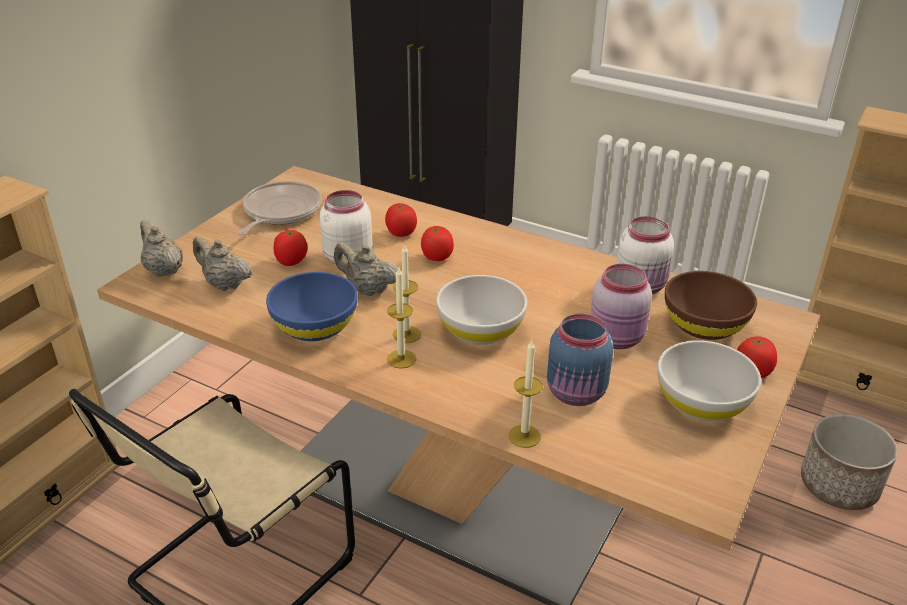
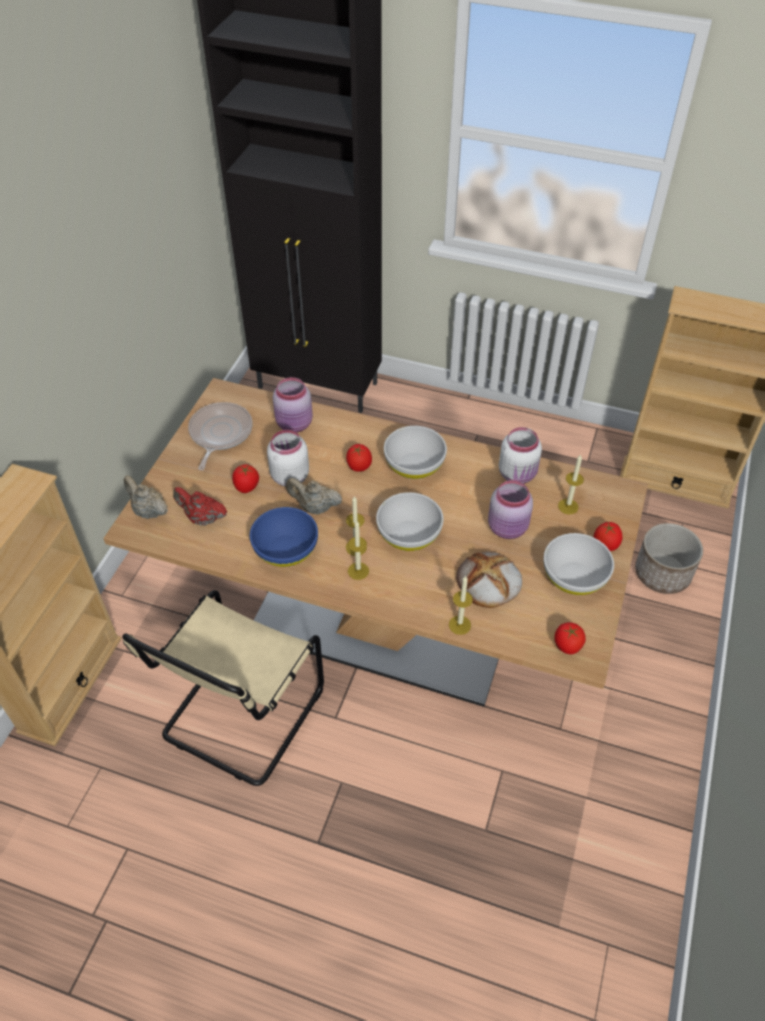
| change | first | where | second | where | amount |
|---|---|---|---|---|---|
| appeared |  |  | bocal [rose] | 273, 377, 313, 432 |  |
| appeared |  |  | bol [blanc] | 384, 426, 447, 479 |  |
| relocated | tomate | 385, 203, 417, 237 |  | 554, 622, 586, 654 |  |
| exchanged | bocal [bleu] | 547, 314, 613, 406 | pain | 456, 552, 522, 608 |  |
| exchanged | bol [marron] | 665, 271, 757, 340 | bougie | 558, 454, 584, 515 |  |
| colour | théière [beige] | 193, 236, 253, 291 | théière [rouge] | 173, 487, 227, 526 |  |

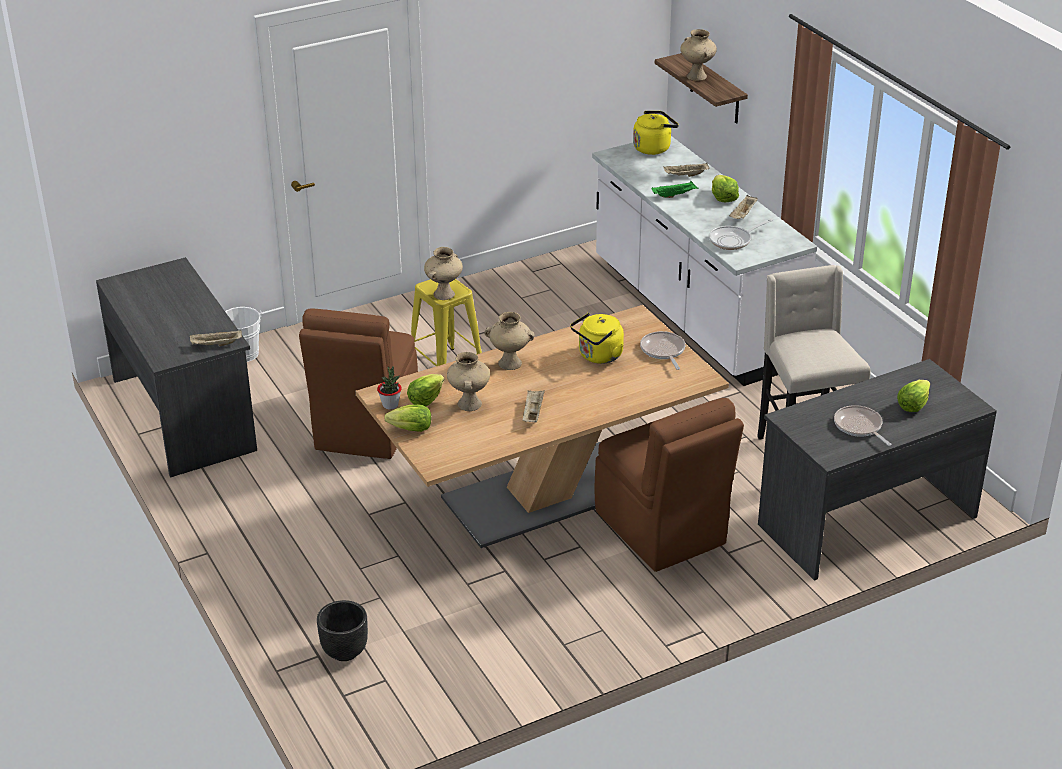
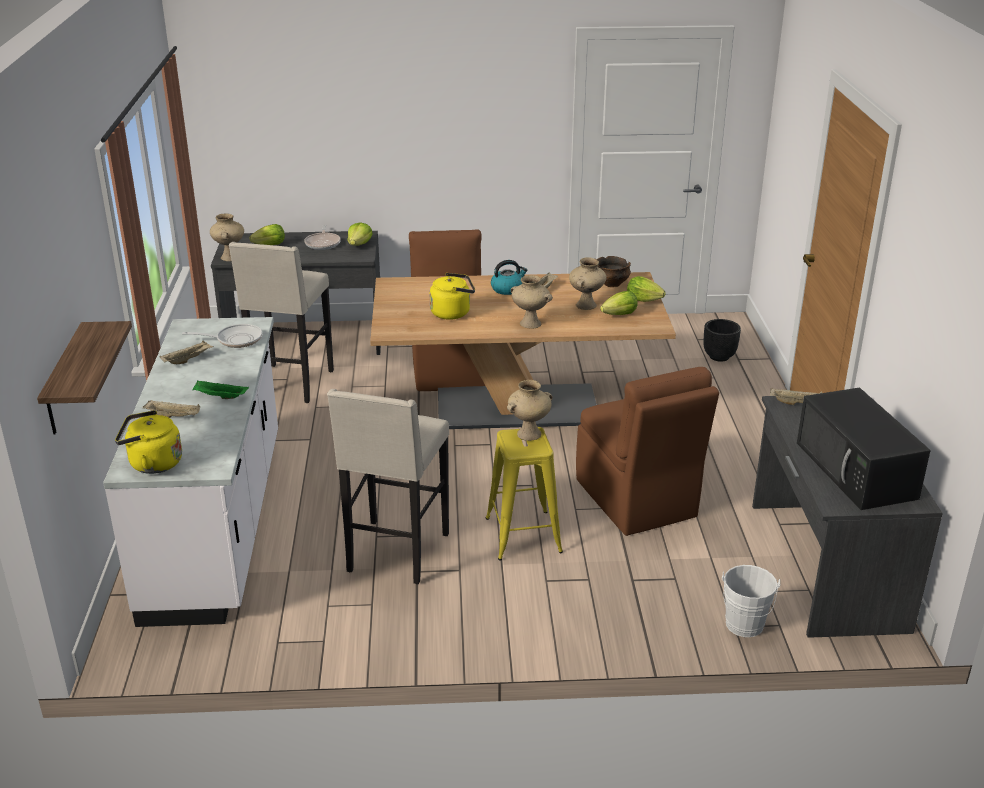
| change | first | where | second | where | amount |
|---|---|---|---|---|---|
| missing | plante en pot | 377, 366, 402, 410 |  |  |  |
| missing | poêle | 640, 331, 685, 370 |  |  |  |
| appeared |  |  | tabouret [beige] | 327, 389, 449, 584 |  |
| appeared |  |  | bouilloire | 491, 260, 527, 295 |  |
| appeared |  |  | bol | 597, 256, 631, 287 |  |
| appeared |  |  | micro-ondes [noir] | 797, 388, 931, 510 |  |
| relocated | vase [beige] | 680, 29, 717, 81 |  | 210, 214, 244, 261 |  |
| relocated | laitue | 712, 175, 739, 202 |  | 347, 222, 373, 245 |  |
| spun | chaise [marron] | 299, 308, 418, 459 |  | 576, 367, 719, 536 | 120 degrees clockwise |

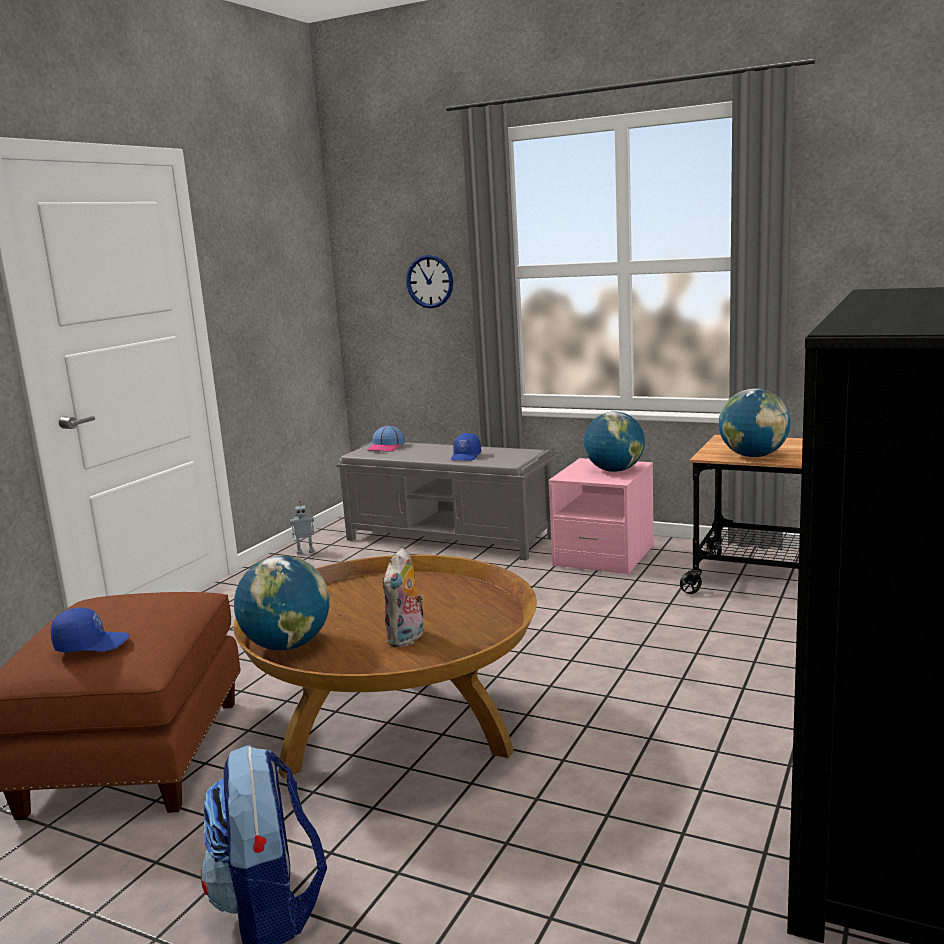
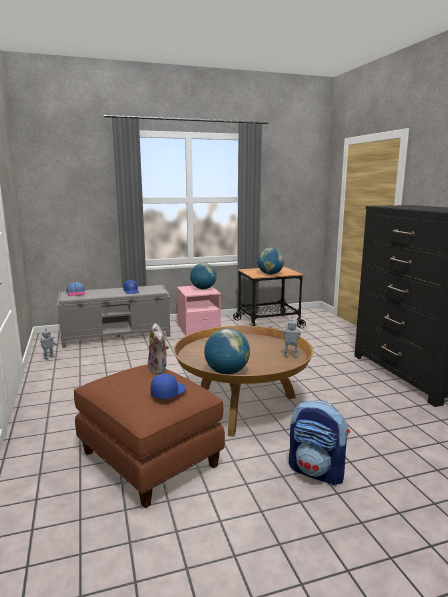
| change | first | where | second | where | amount |
|---|---|---|---|---|---|
| missing | horloge murale | 406, 255, 453, 308 |  |  |  |
| appeared |  |  | robot jouet | 283, 317, 301, 358 |  |
| relocated | peluche | 383, 548, 424, 647 |  | 148, 323, 169, 374 |  |

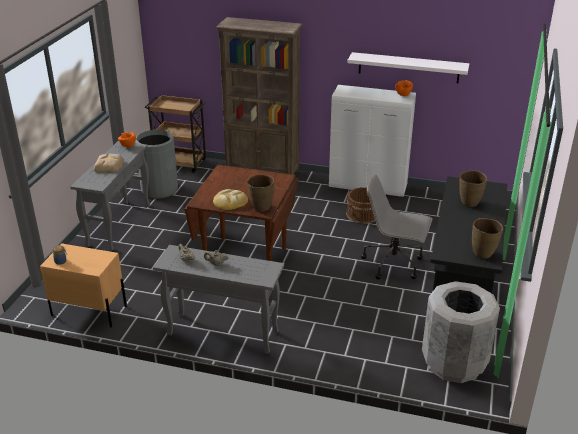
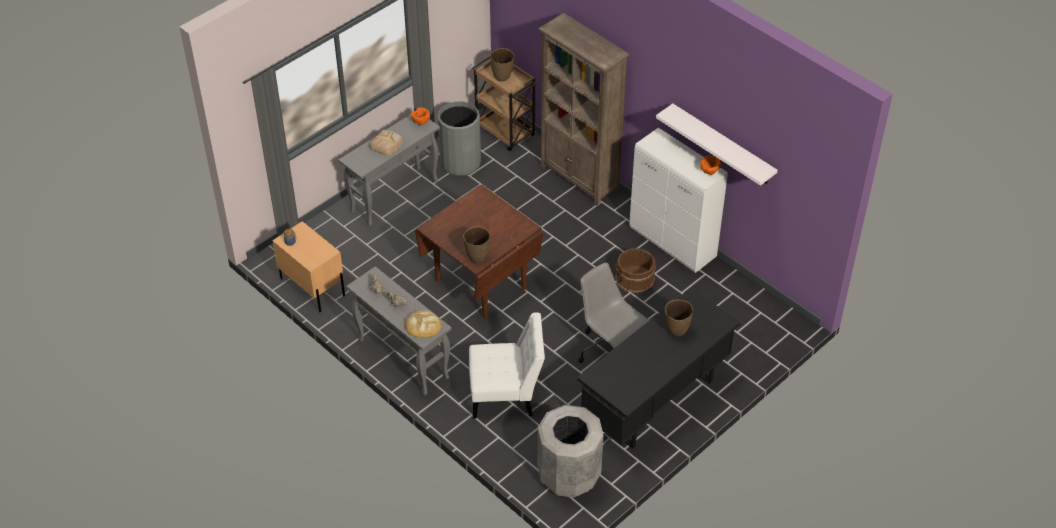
| change | first | where | second | where | amount |
|---|---|---|---|---|---|
| appeared |  |  | chaise [blanc] | 469, 312, 545, 419 |  |
| relocated | pain | 213, 189, 248, 210 |  | 405, 310, 442, 337 |  |
| relocated | vase [marron] | 472, 218, 503, 259 |  | 490, 48, 514, 81 |  |

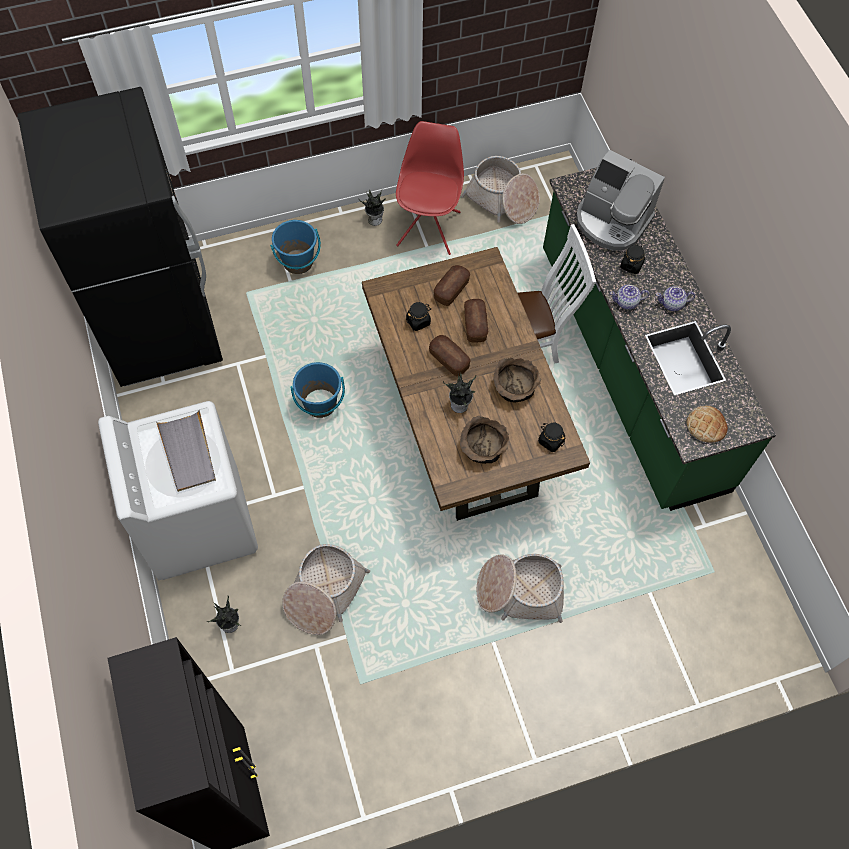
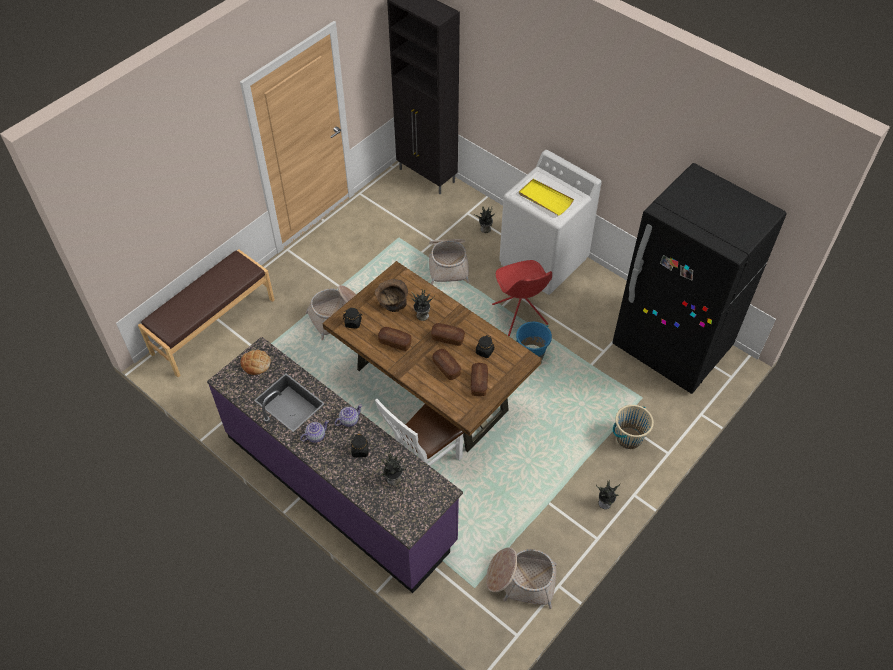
| change | first | where | second | where | amount |
|---|---|---|---|---|---|
| appeared |  |  | banc [marron] | 138, 249, 275, 377 |  |
| relocated | chaise [rouge] | 396, 121, 464, 255 |  | 492, 260, 552, 336 |  |
| exchanged | bol [marron] | 493, 358, 541, 402 | pain | 378, 327, 411, 351 |  |
| exchanged | machine à café | 576, 150, 665, 251 | plante en pot | 379, 450, 407, 486 |  |
| colour | plateau [gris] | 156, 410, 216, 492 | plateau [jaune] | 519, 179, 574, 216 |  |
| colour | seau [bleu] | 270, 220, 321, 274 | seau [beige] | 613, 405, 654, 449 |  |
| colour | comptoir de cuisine [vert] | 543, 159, 776, 511 | comptoir de cuisine [violet] | 207, 337, 463, 593 |  |

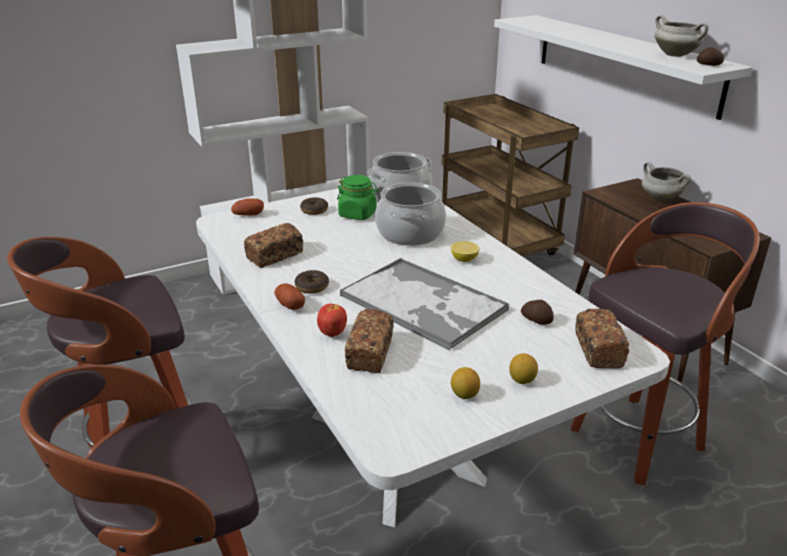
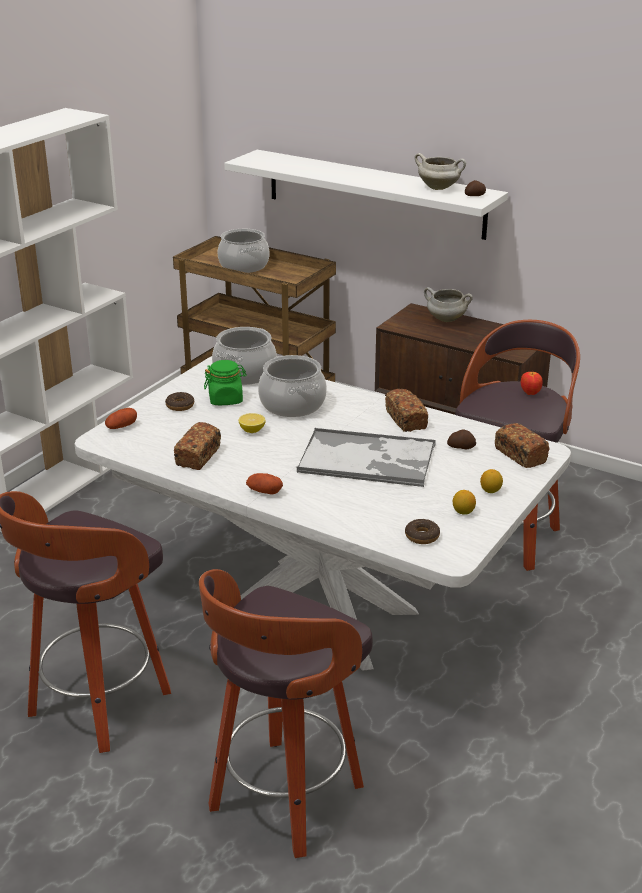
| change | first | where | second | where | amount |
|---|---|---|---|---|---|
| appeared |  |  | marmite | 217, 229, 270, 273 |  |
| relocated | beignet | 295, 270, 329, 294 |  | 405, 519, 440, 544 |  |
| relocated | pomme | 317, 304, 347, 337 |  | 521, 371, 543, 395 |  |
| relocated | pain | 345, 309, 394, 373 |  | 385, 389, 428, 432 |  |
| relocated | citron | 451, 241, 479, 262 |  | 239, 413, 266, 433 |  |

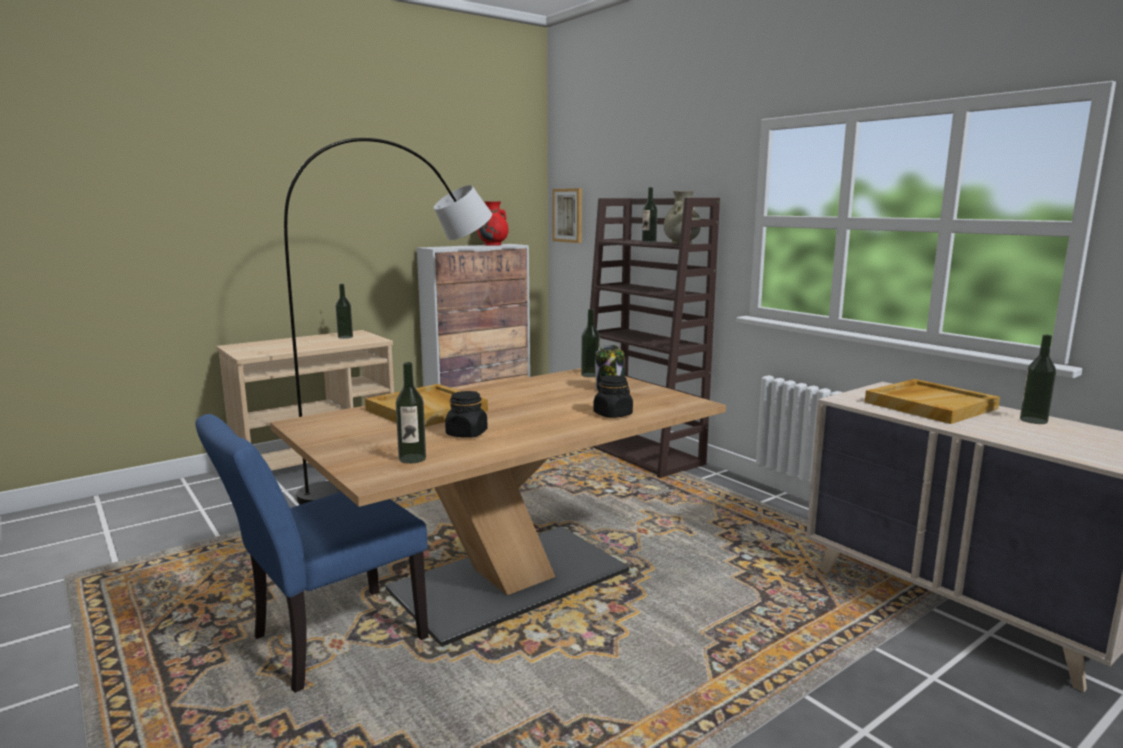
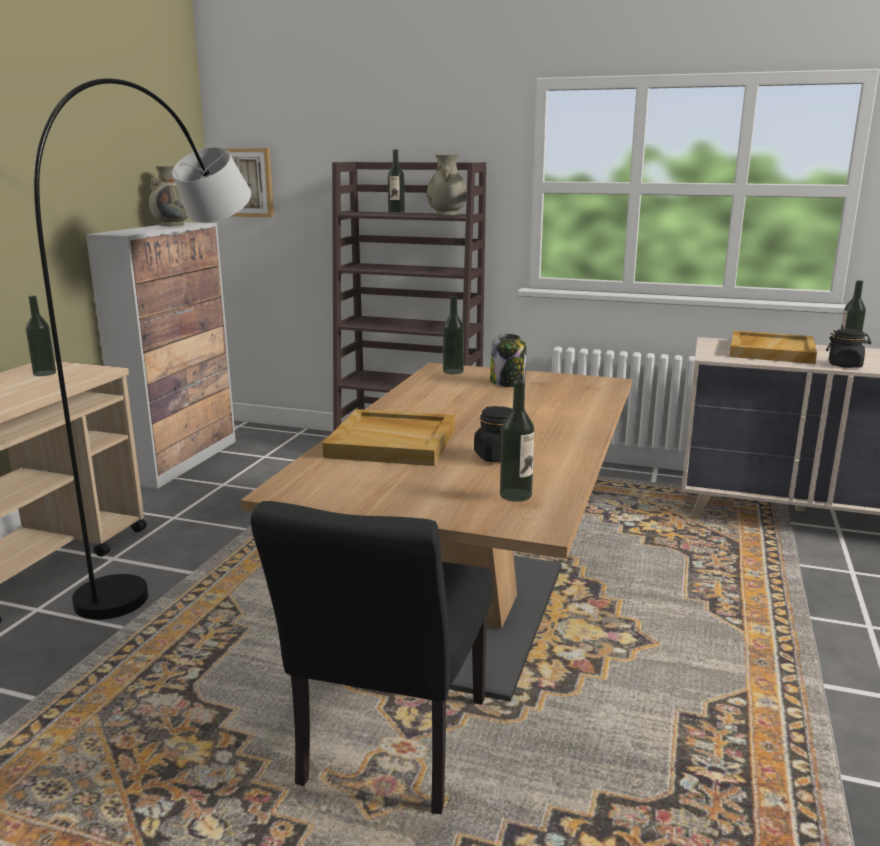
| change | first | where | second | where | amount |
|---|---|---|---|---|---|
| relocated | bocal [noir] | 594, 375, 633, 418 |  | 826, 329, 871, 368 |  |
| colour | chaise [bleu] | 195, 414, 429, 693 | chaise [noir] | 251, 501, 493, 814 |  |
| colour | vase [rouge] | 477, 201, 508, 246 | vase [beige] | 149, 166, 188, 226 |  |

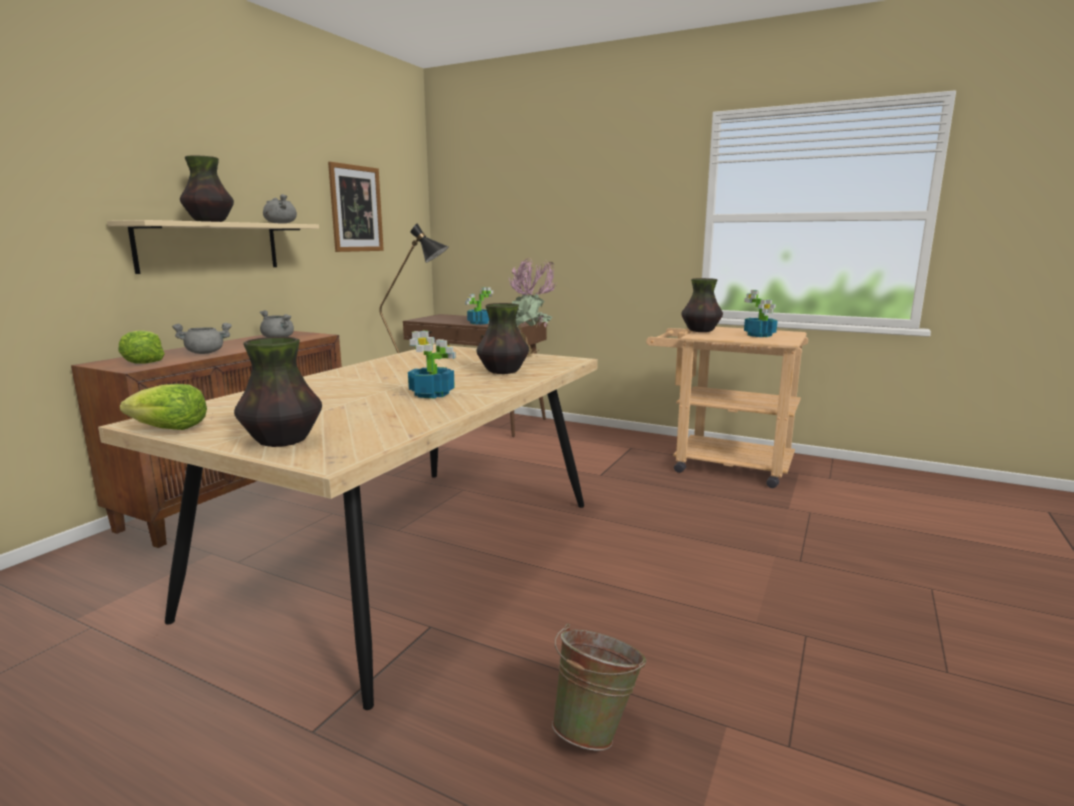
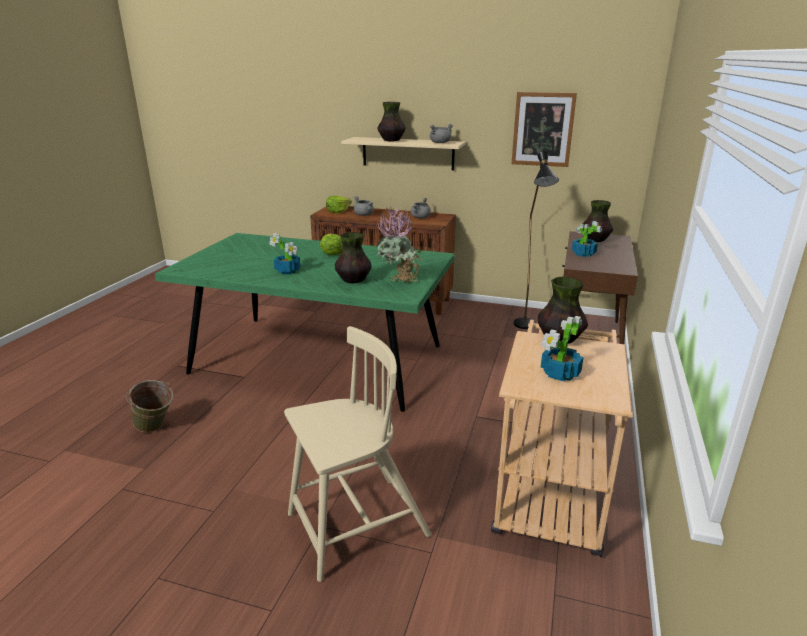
| change | first | where | second | where | amount |
|---|---|---|---|---|---|
| appeared |  |  | chaise [beige] | 284, 326, 431, 582 |  |
| relocated | laitue | 120, 384, 207, 430 |  | 320, 234, 343, 255 |  |
| relocated | vase | 234, 337, 322, 447 |  | 583, 200, 613, 242 |  |
| colour | table à manger [beige] | 98, 344, 598, 710 | table à manger [vert] | 155, 233, 455, 412 |  |

